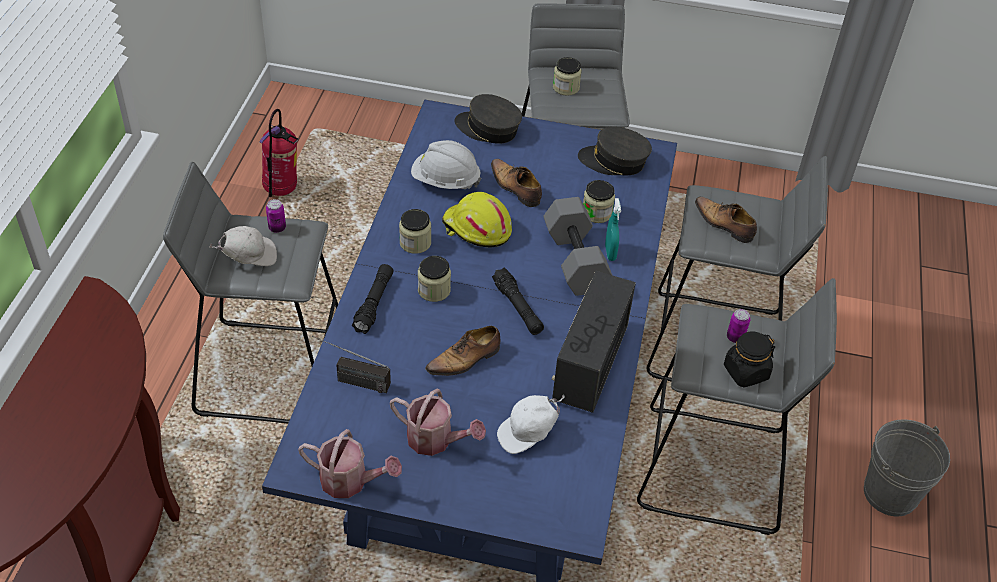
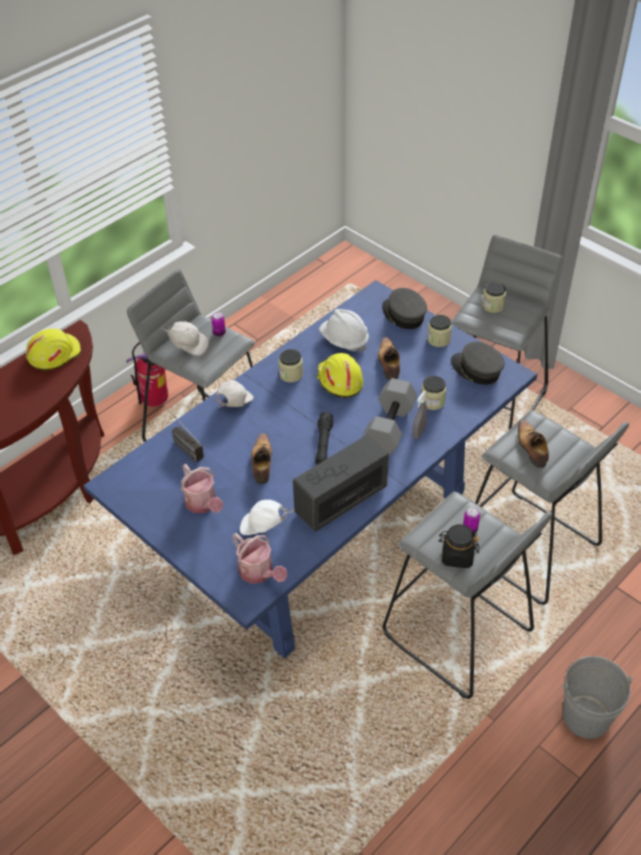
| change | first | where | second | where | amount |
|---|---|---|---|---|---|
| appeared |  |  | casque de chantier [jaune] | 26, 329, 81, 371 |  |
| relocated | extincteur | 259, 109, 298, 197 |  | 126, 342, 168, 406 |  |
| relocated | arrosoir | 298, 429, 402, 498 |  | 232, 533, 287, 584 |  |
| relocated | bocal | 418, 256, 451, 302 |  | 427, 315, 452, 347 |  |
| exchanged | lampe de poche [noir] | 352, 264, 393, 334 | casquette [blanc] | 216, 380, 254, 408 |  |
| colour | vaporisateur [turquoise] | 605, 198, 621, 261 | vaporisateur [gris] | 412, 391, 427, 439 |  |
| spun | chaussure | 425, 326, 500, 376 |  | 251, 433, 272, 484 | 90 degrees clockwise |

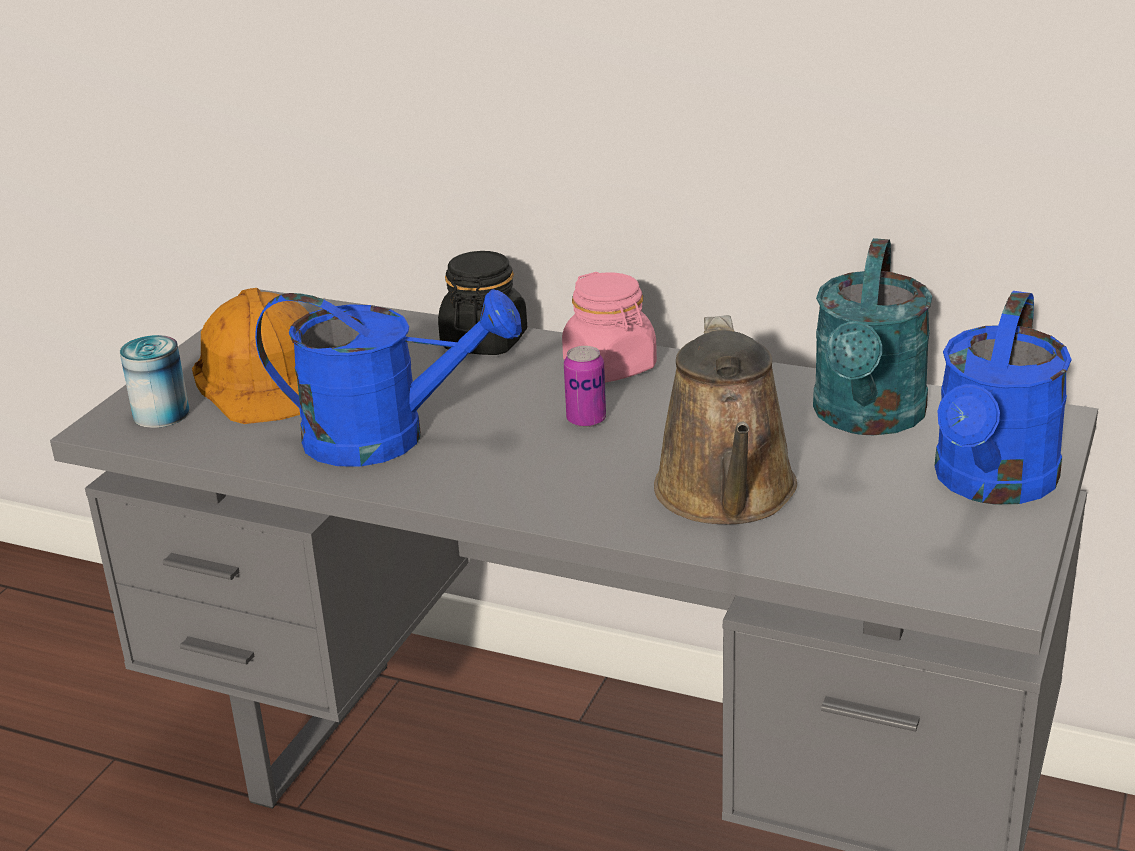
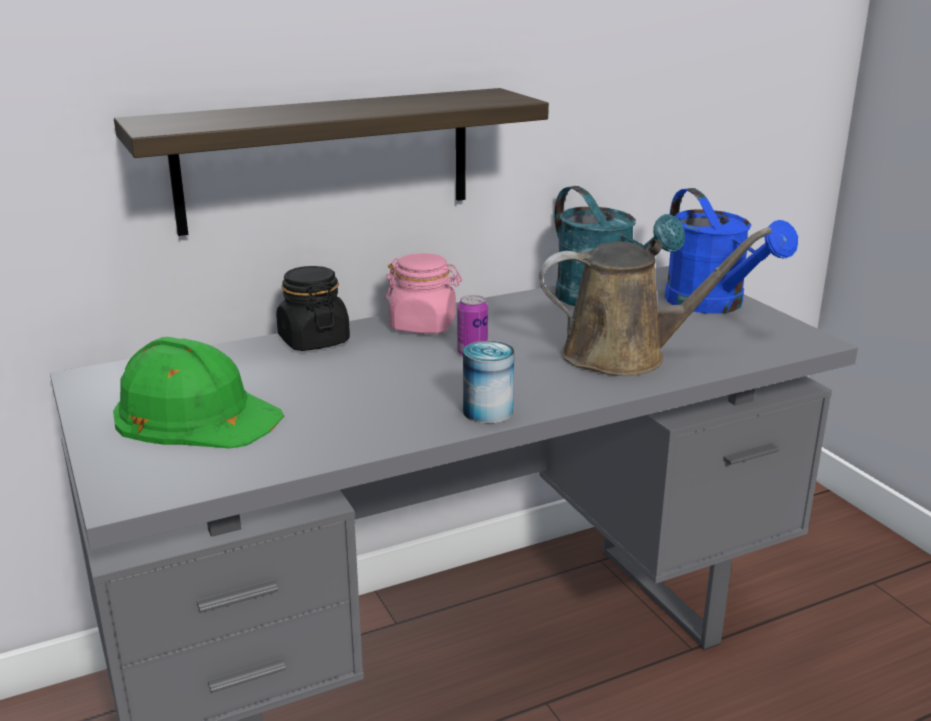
| change | first | where | second | where | amount |
|---|---|---|---|---|---|
| missing | arrosoir [bleu] | 255, 289, 522, 467 |  |  |  |
| appeared |  |  | étagère | 114, 88, 549, 236 |  |
| relocated | boîte métallique | 120, 335, 190, 428 |  | 463, 341, 514, 423 |  |
| colour | casque de chantier [orange] | 192, 288, 309, 424 | casque de chantier [vert] | 113, 337, 284, 449 |  |
| spun | arrosoir [marron] | 654, 315, 797, 524 |  | 539, 227, 772, 376 | 45 degrees counterclockwise |

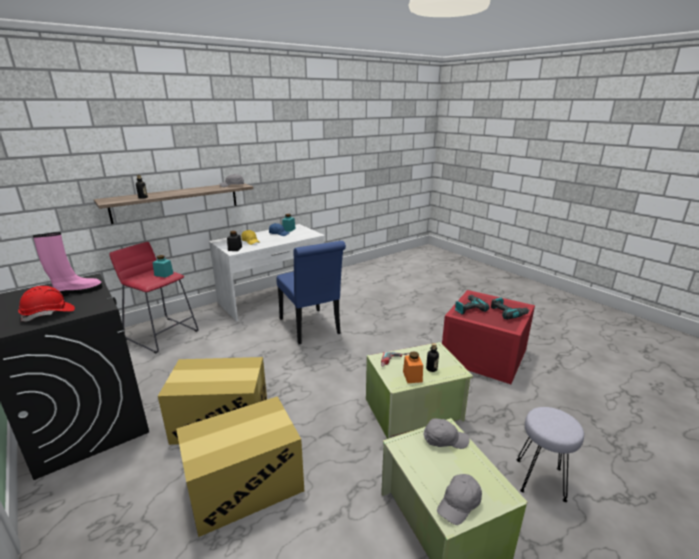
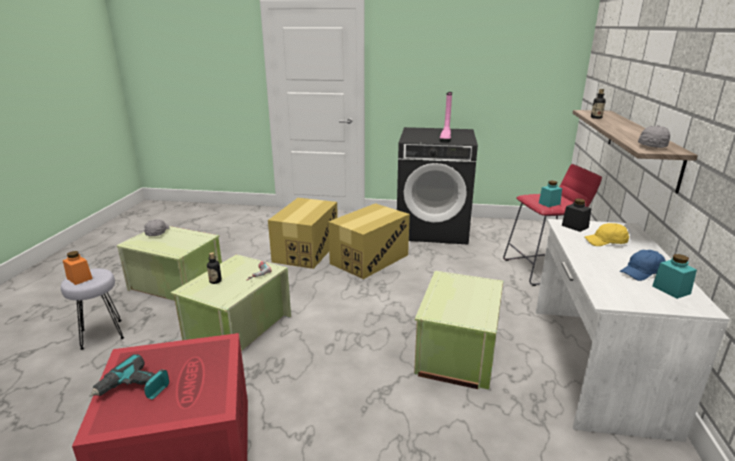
| change | first | where | second | where | amount |
|---|---|---|---|---|---|
| missing | casque de chantier [rouge] | 18, 286, 75, 321 |  |  |  |
| missing | casquette [gris] | 424, 418, 470, 449 |  |  |  |
| missing | perceuse | 455, 295, 489, 314 |  |  |  |
| relocated | bocal [orange] | 403, 351, 423, 383 |  | 63, 251, 93, 285 |  |
| exchanged | chaise [bleu] | 276, 241, 346, 344 | boîte de rangement [vert] | 414, 271, 503, 390 |  |

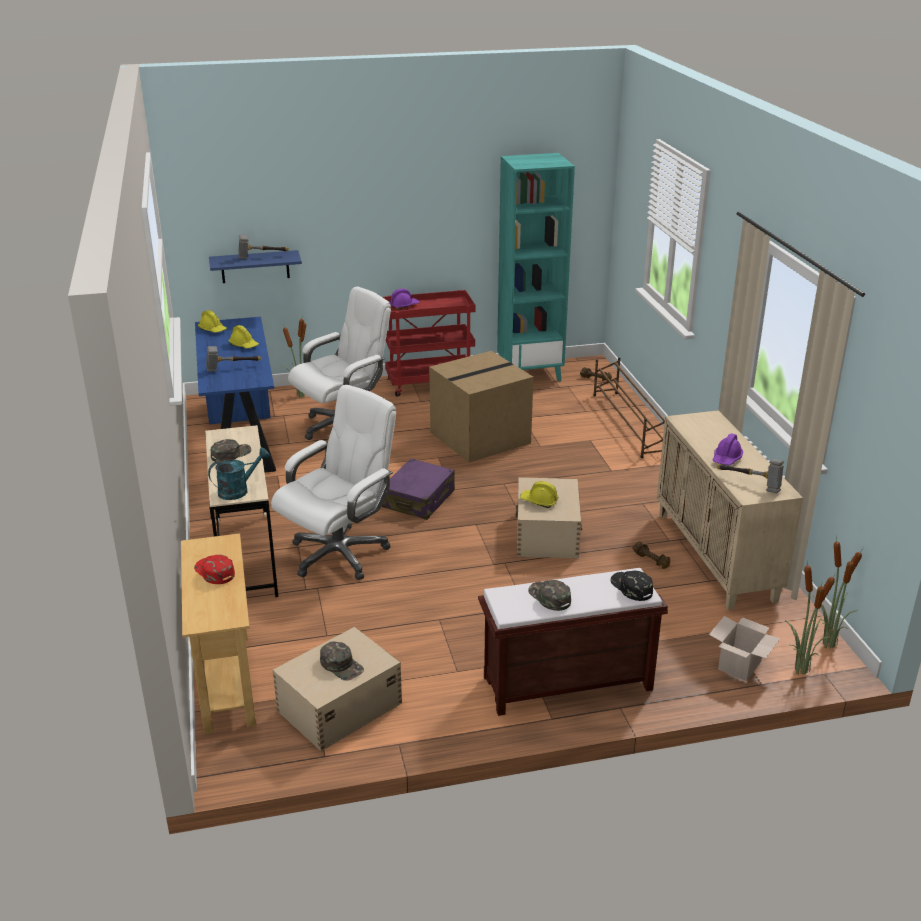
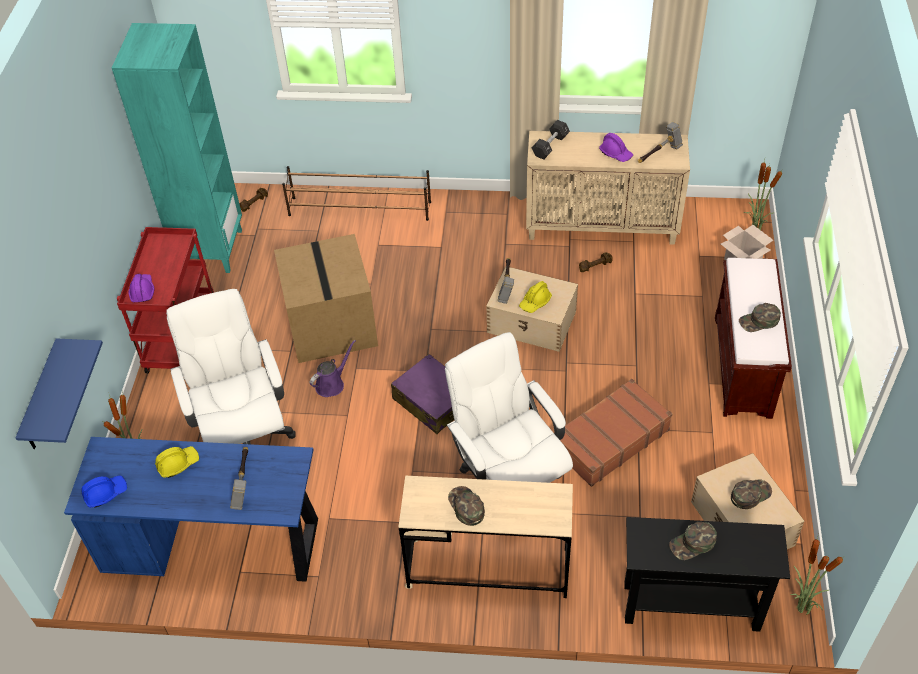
| change | first | where | second | where | amount |
|---|---|---|---|---|---|
| missing | arrosoir [turquoise] | 208, 447, 270, 500 |  |  |  |
| missing | casquette [noir] | 610, 571, 653, 601 |  |  |  |
| appeared |  |  | arrosoir [violet] | 310, 340, 356, 397 |  |
| appeared |  |  | haltère [noir] | 532, 120, 570, 159 |  |
| appeared |  |  | valise [marron] | 560, 379, 672, 487 |  |
| relocated | marteau | 238, 235, 289, 259 |  | 498, 258, 514, 304 |  |
| relocated | plante en pot | 813, 536, 863, 649 |  | 790, 534, 843, 615 |  |
| colour | table console [beige] | 181, 533, 256, 734 | table console [noir] | 624, 517, 790, 632 |  |
| colour | casquette [rouge] | 194, 555, 235, 584 | casquette [vert] | 669, 521, 717, 560 |  |
| colour | casque de chantier [jaune] | 198, 310, 227, 333 | casque de chantier [bleu] | 82, 475, 127, 508 |  |

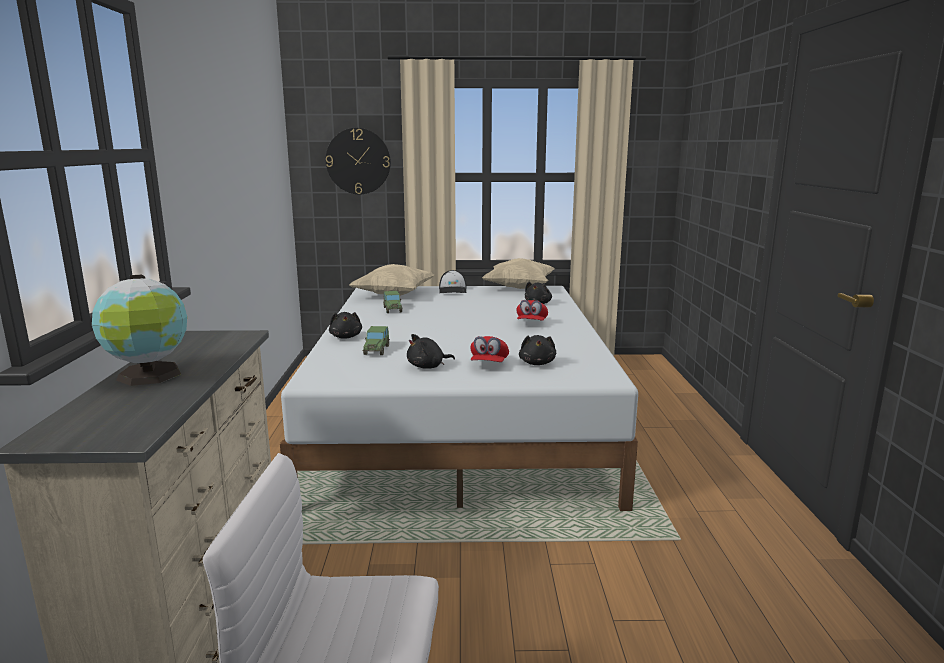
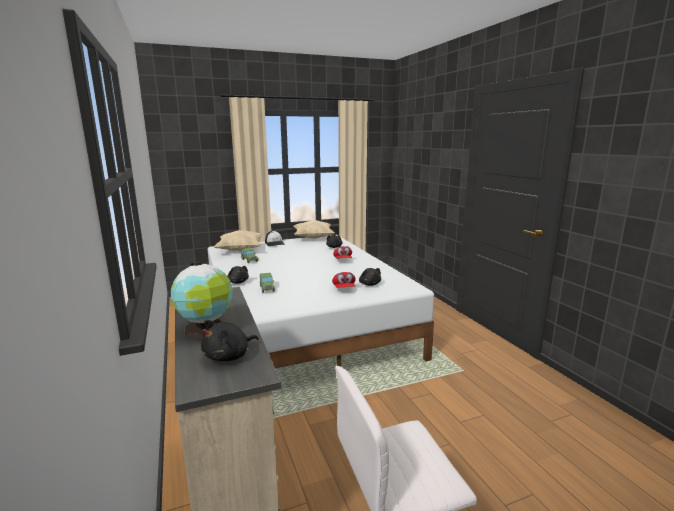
| change | first | where | second | where | amount |
|---|---|---|---|---|---|
| missing | horloge murale | 326, 128, 391, 194 |  |  |  |
| relocated | peluche [noir] | 407, 334, 455, 369 |  | 201, 320, 259, 361 |  |

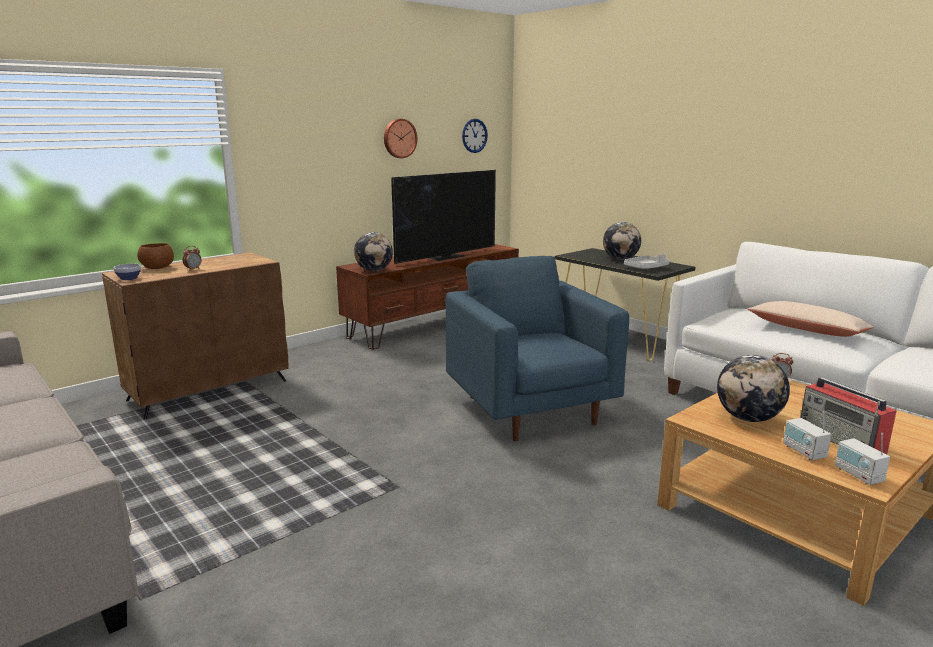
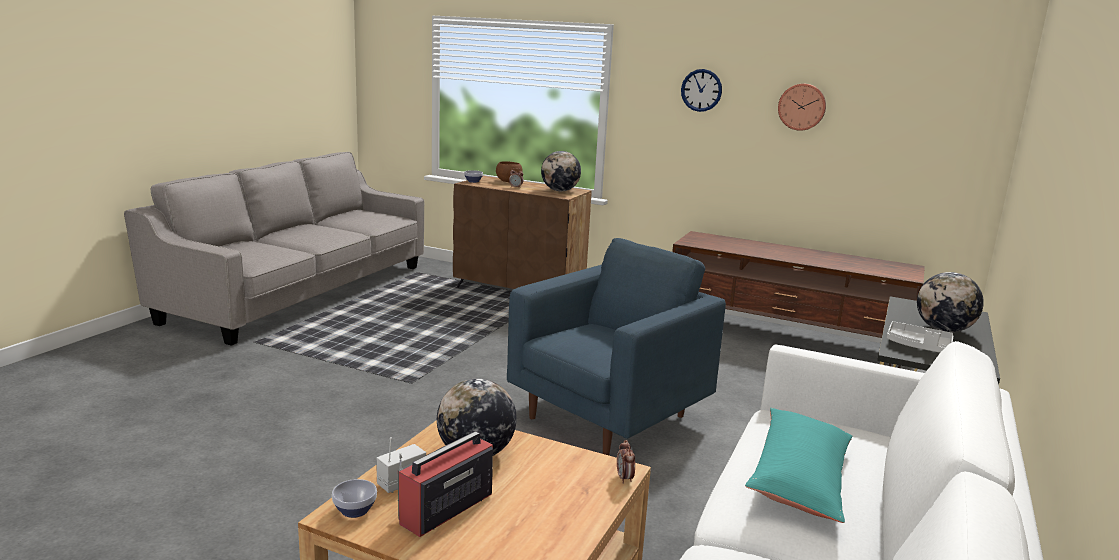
| change | first | where | second | where | amount |
|---|---|---|---|---|---|
| missing | téléviseur | 391, 170, 496, 264 |  |  |  |
| relocated | globe | 354, 232, 393, 271 |  | 541, 151, 581, 191 |  |
| relocated | horloge murale | 462, 119, 488, 153 |  | 681, 69, 722, 112 |  |
| exchanged | radio | 835, 433, 890, 485 | bol | 332, 479, 377, 518 |  |
| colour | coussin [beige] | 747, 301, 874, 337 | coussin [turquoise] | 745, 408, 852, 523 |  |

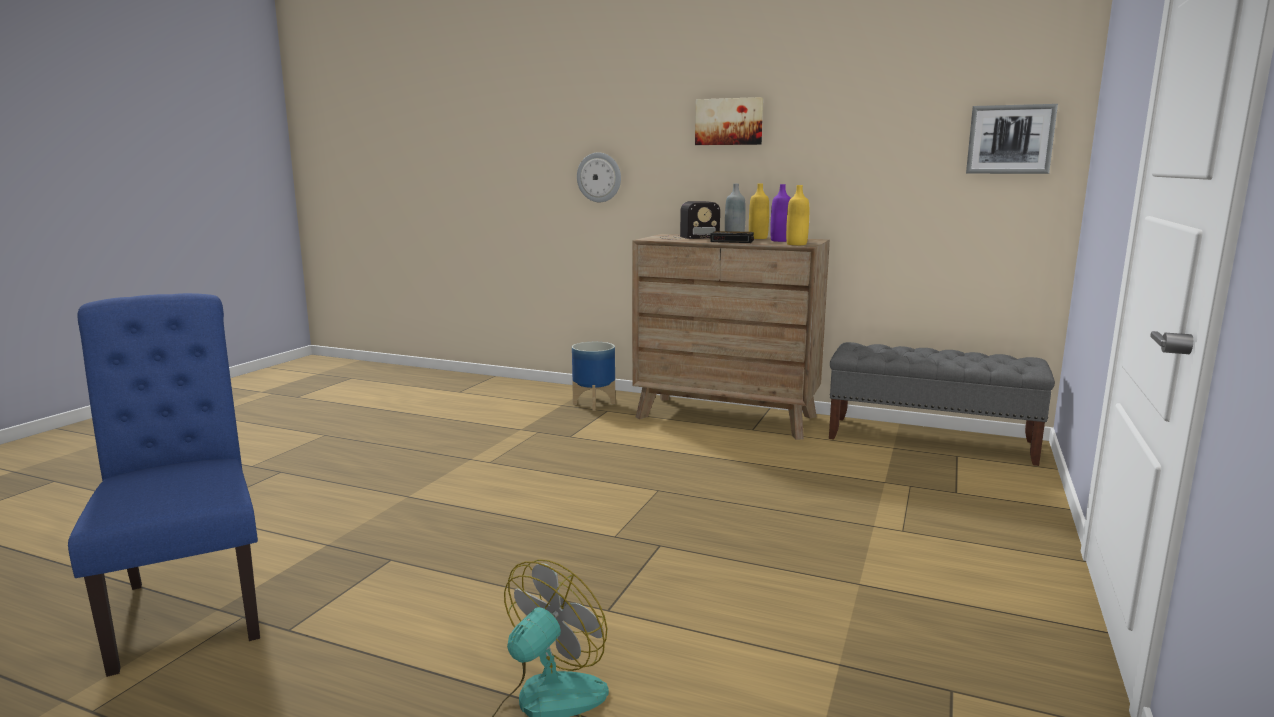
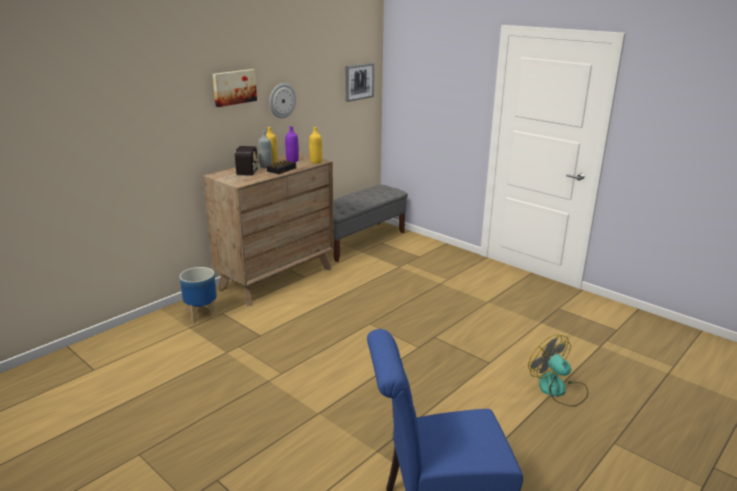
| change | first | where | second | where | amount |
|---|---|---|---|---|---|
| relocated | horloge murale | 577, 152, 621, 202 |  | 269, 83, 296, 118 |  |

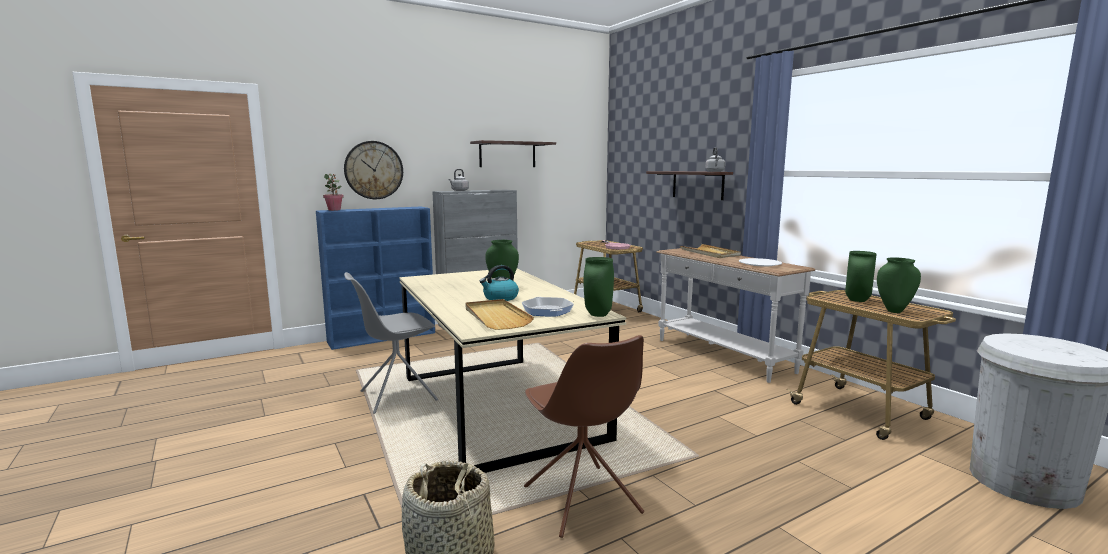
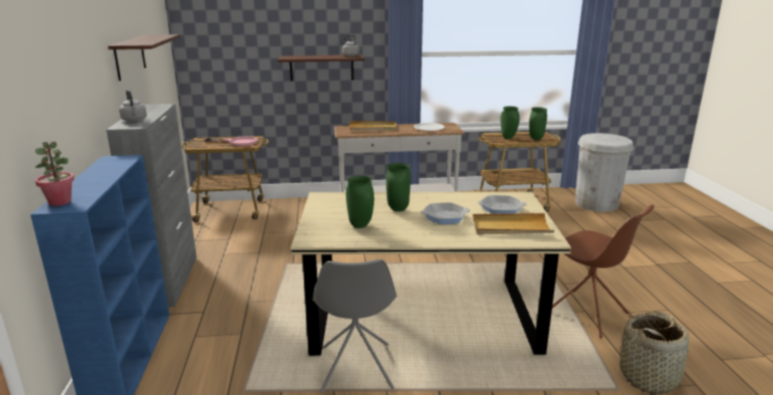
| change | first | where | second | where | amount |
|---|---|---|---|---|---|
| missing | horloge murale | 344, 141, 403, 199 |  |  |  |
| relocated | vase [vert] | 583, 257, 614, 317 |  | 346, 176, 374, 228 |  |
| exchanged | bouilloire | 480, 265, 519, 301 | poêle | 420, 203, 470, 224 |  |
| spun | chaise [marron] | 524, 335, 644, 538 |  | 552, 204, 654, 338 | 45 degrees clockwise |

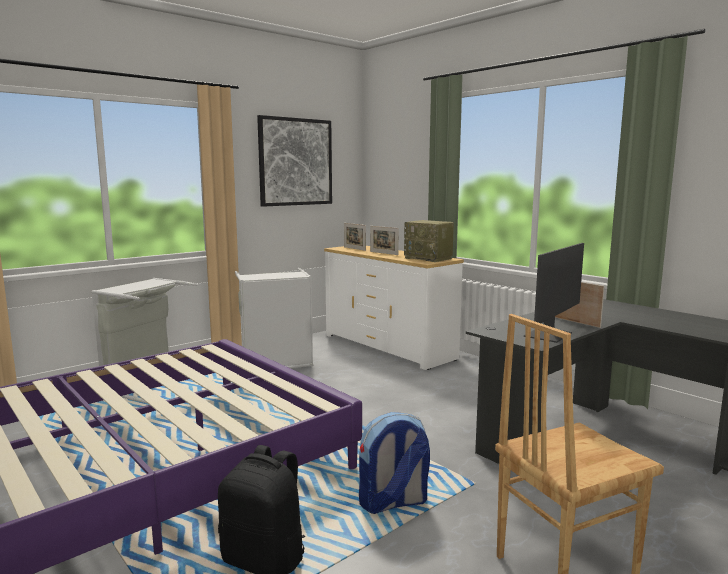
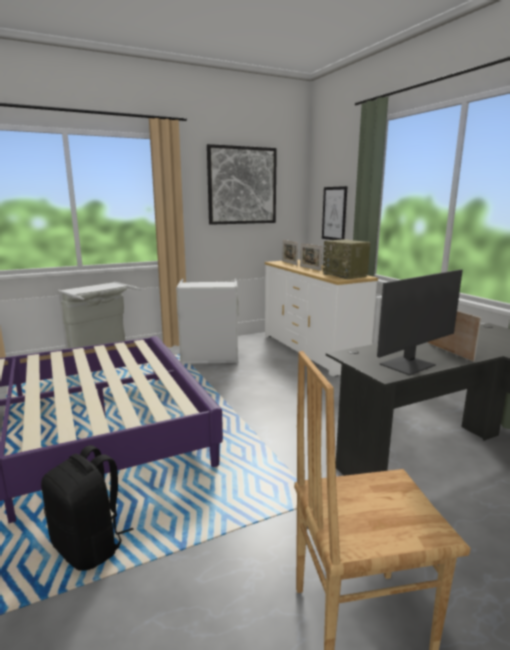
| change | first | where | second | where | amount |
|---|---|---|---|---|---|
| missing | sac à dos | 359, 412, 430, 514 |  |  |  |
| appeared |  |  | tableau | 322, 186, 347, 240 |  |

